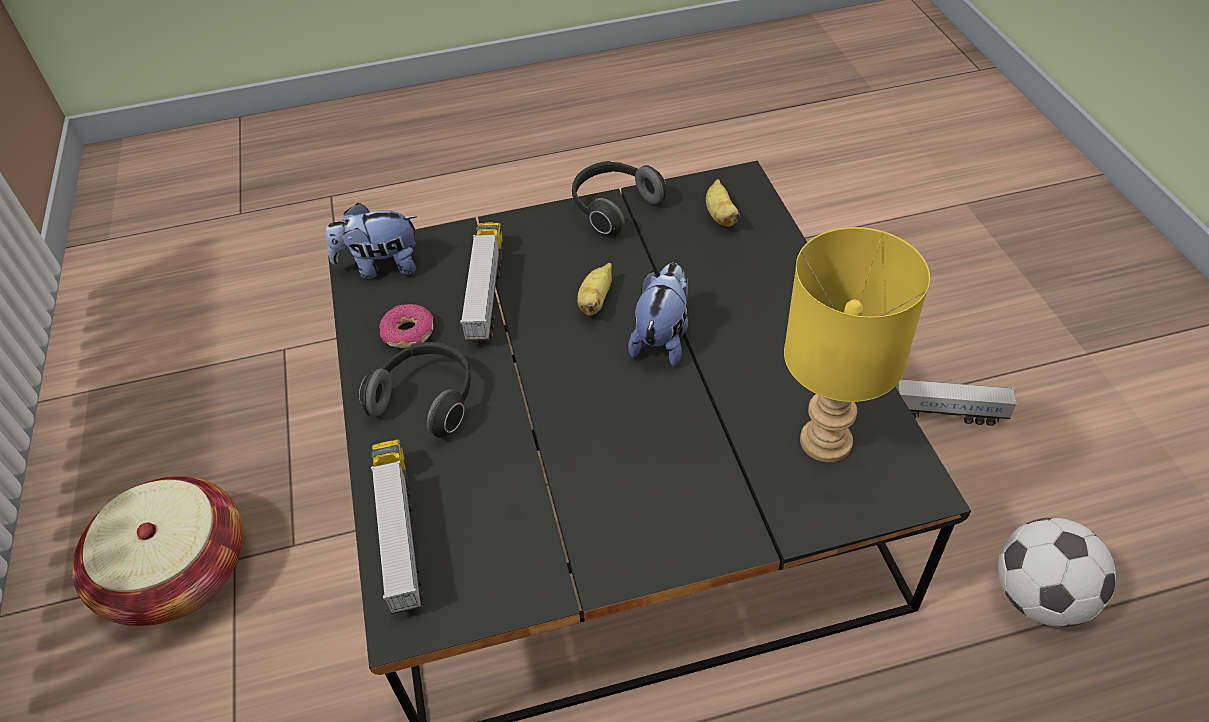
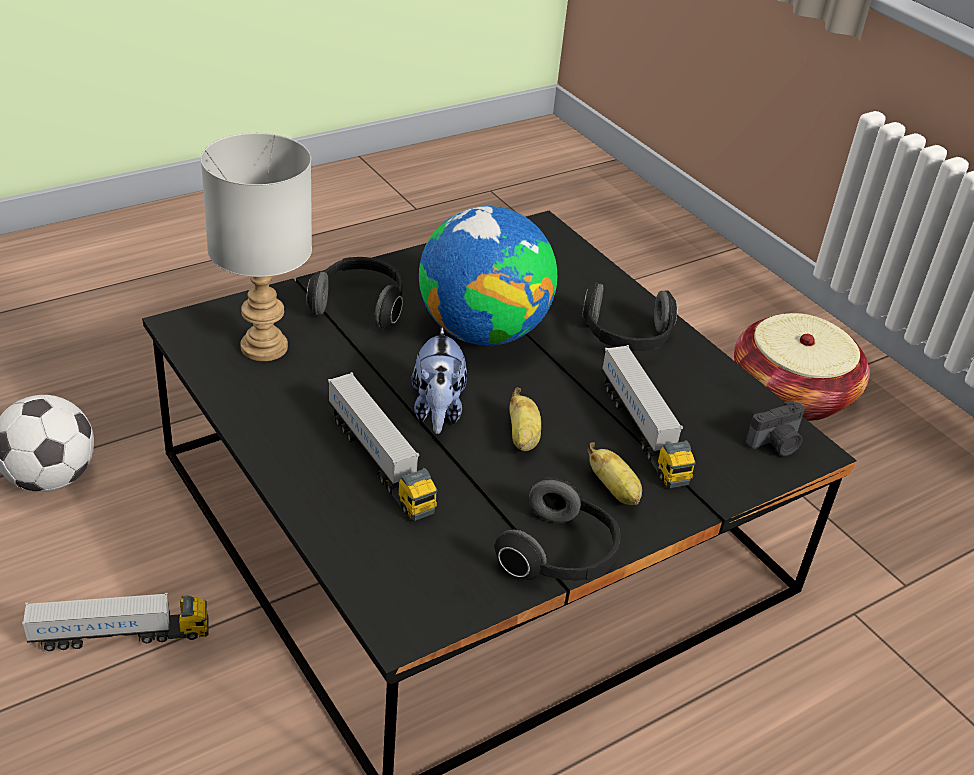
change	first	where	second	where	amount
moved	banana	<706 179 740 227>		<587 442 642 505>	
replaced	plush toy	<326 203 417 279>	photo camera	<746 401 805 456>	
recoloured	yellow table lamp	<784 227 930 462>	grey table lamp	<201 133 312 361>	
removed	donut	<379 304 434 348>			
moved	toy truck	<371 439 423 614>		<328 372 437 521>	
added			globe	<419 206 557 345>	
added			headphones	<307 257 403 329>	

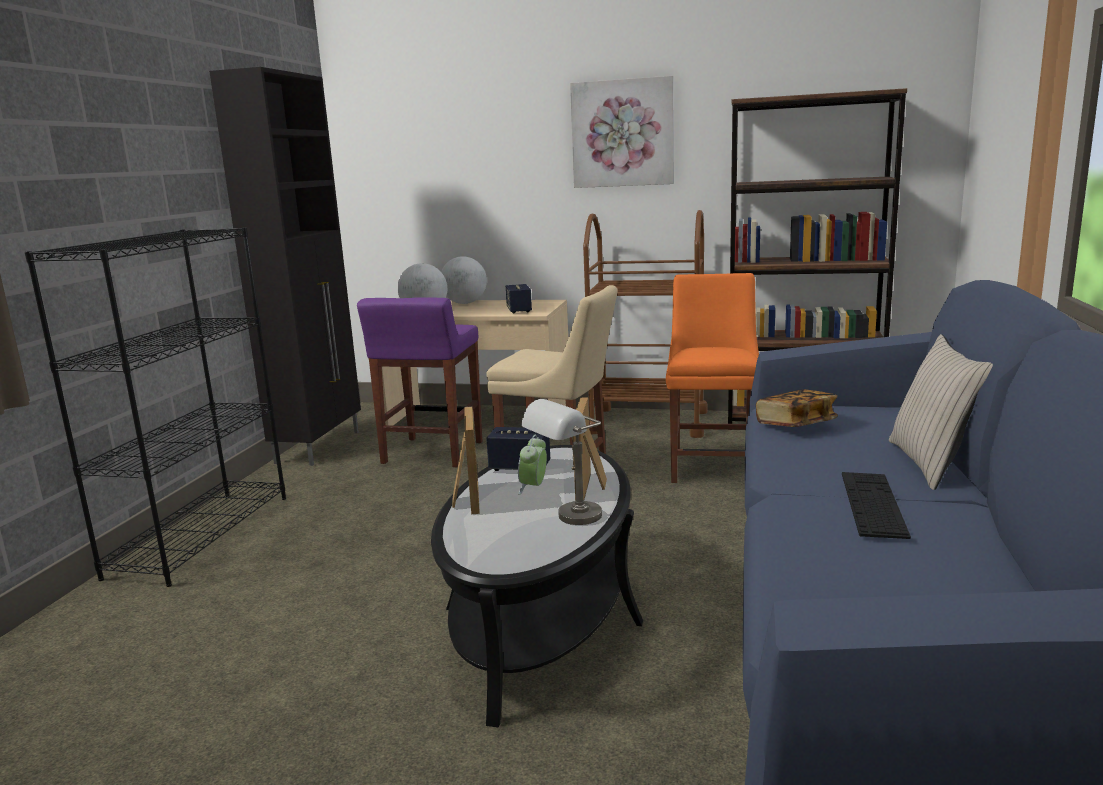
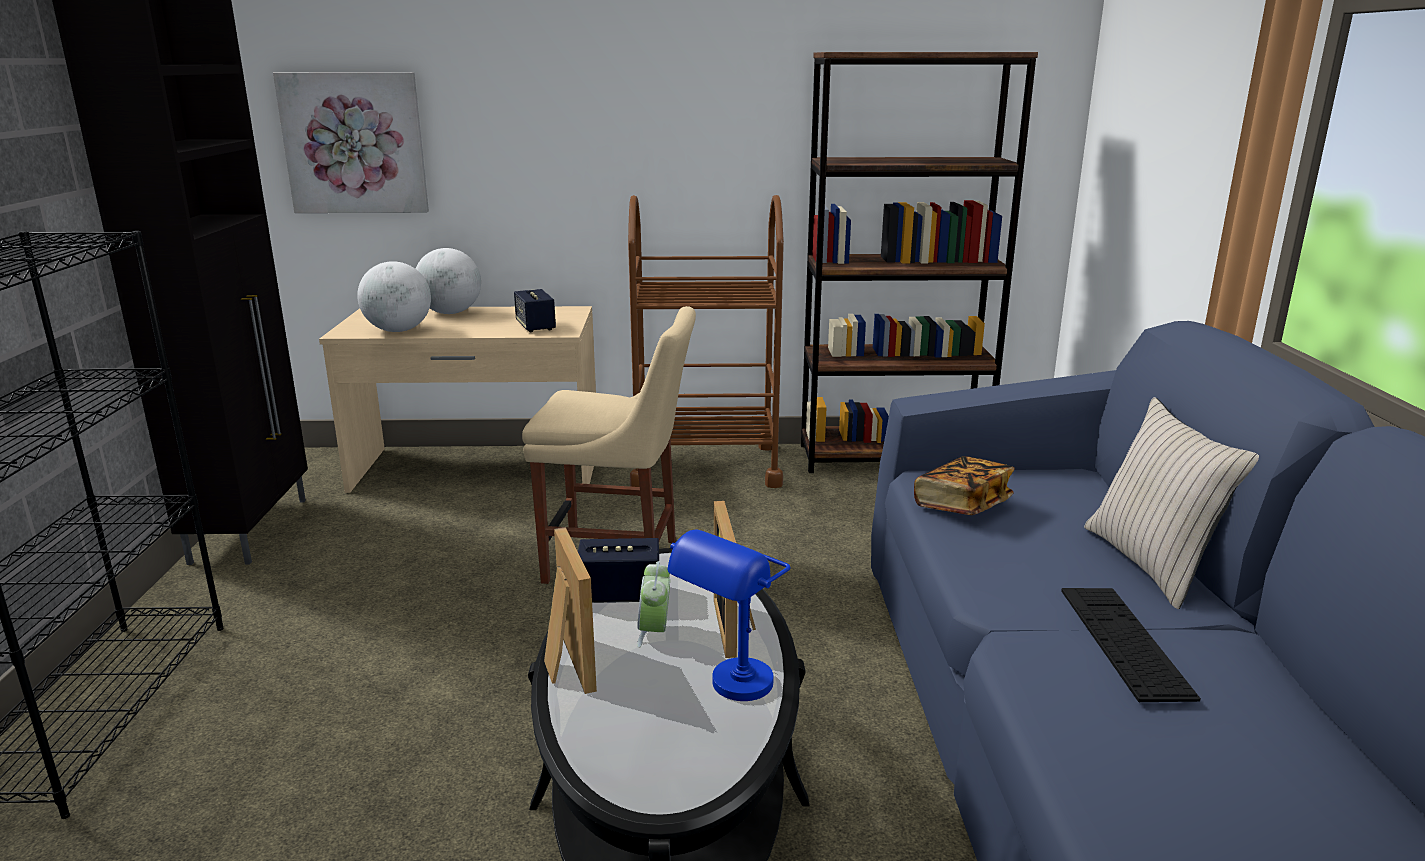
change	first	where	second	where	amount
moved	picture	<570 76 674 188>		<273 72 429 213>	
removed	orange chair	<666 273 759 483>			
removed	purple stool	<357 298 482 467>			
recoloured	grey table lamp	<521 399 602 525>	blue table lamp	<667 530 791 701>	

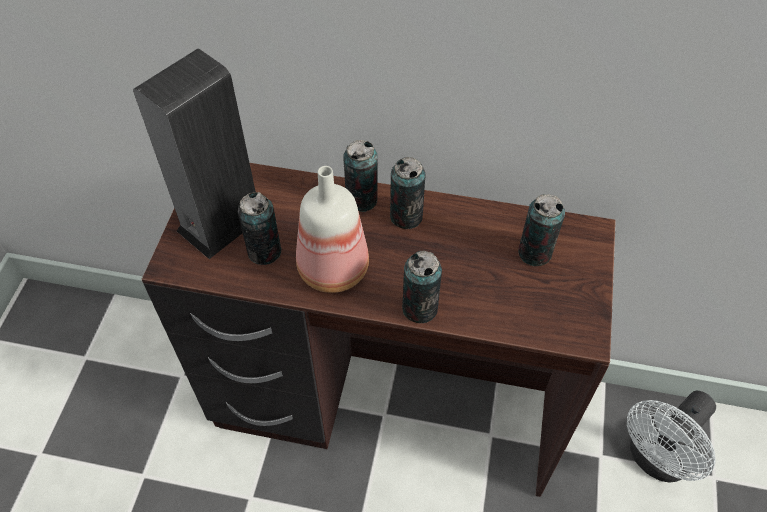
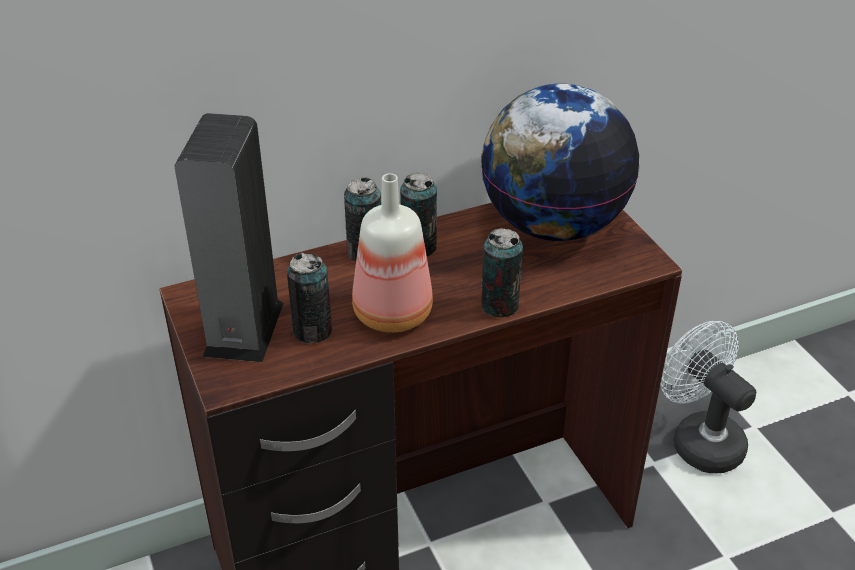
change	first	where	second	where	amount
replaced	can	<518 194 565 266>	globe	<481 84 640 241>	
turned	white fan	<627 391 716 483>		<660 321 756 473>	135 degrees clockwise

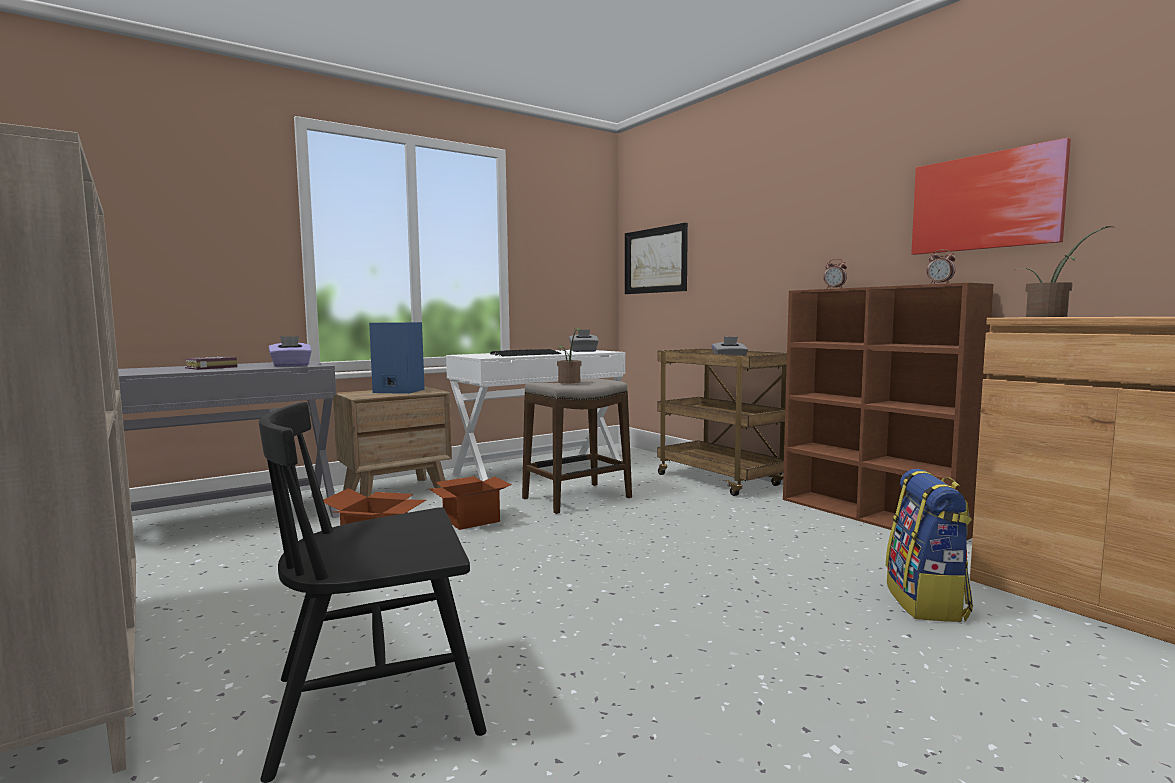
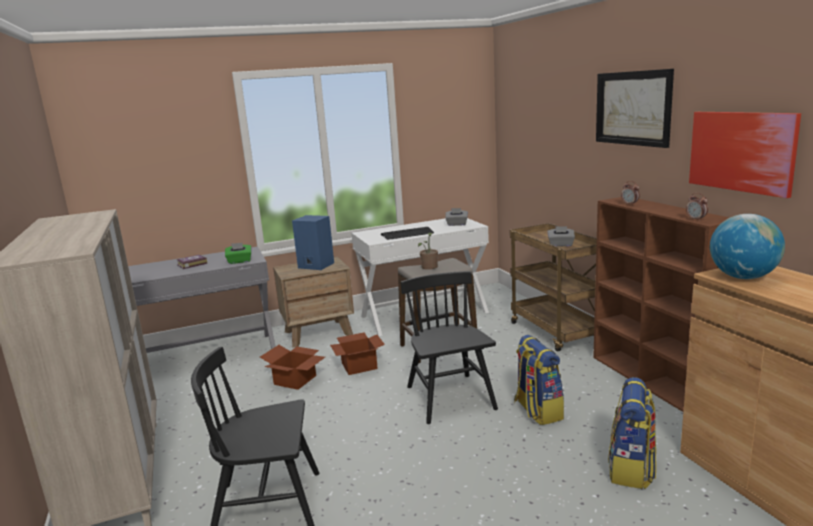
change	first	where	second	where	amount
moved	picture	<625 223 688 294>		<596 69 674 148>	
replaced	potted plant	<1014 226 1119 317>	globe	<710 214 785 279>	
recoloured	purple tissue box	<269 336 312 367>	green tissue box	<225 243 252 264>	
added			black chair	<401 271 498 424>	
added			backpack	<514 335 564 425>	

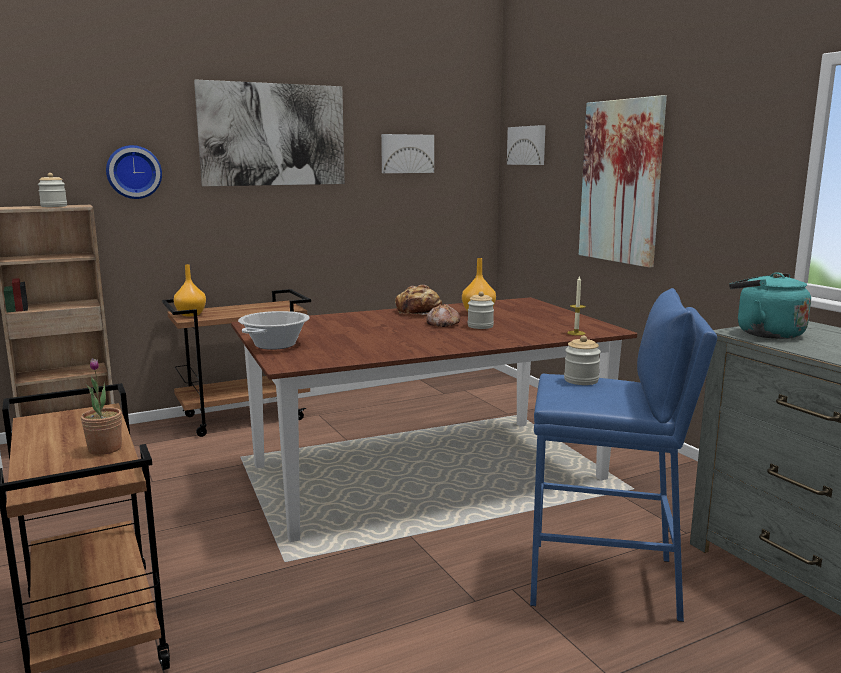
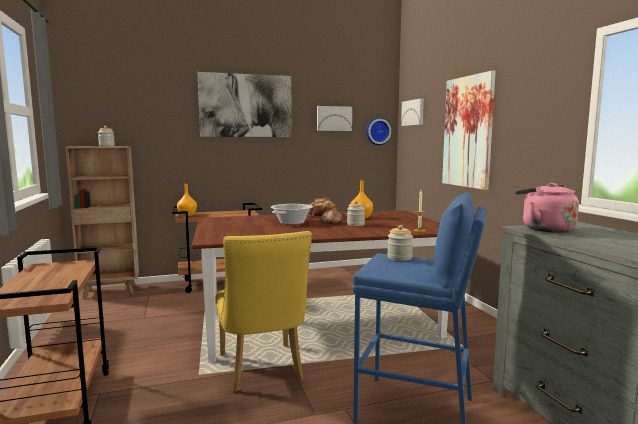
change	first	where	second	where	amount
moved	wall clock	<106 145 162 199>		<366 117 391 145>	
recoloured	turquoise kettle	<729 272 811 339>	pink kettle	<515 183 579 233>	
moved	cooking pot	<238 311 310 350>		<271 204 313 225>	
removed	potted plant	<81 358 122 455>			
added			yellow chair	<215 231 312 392>	

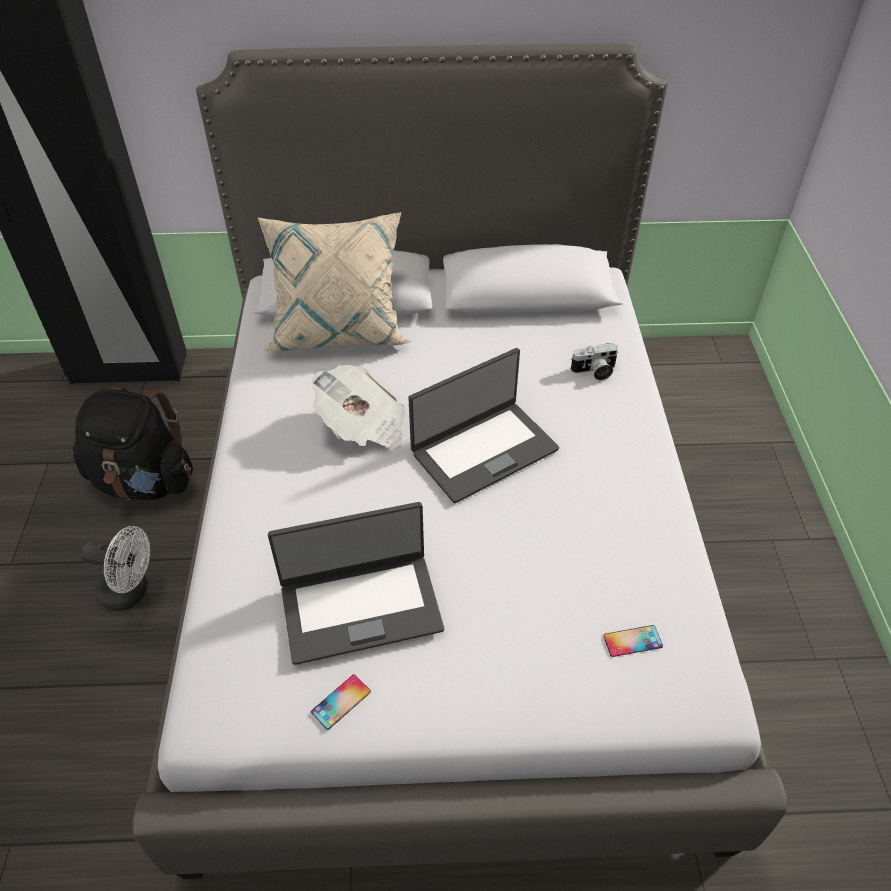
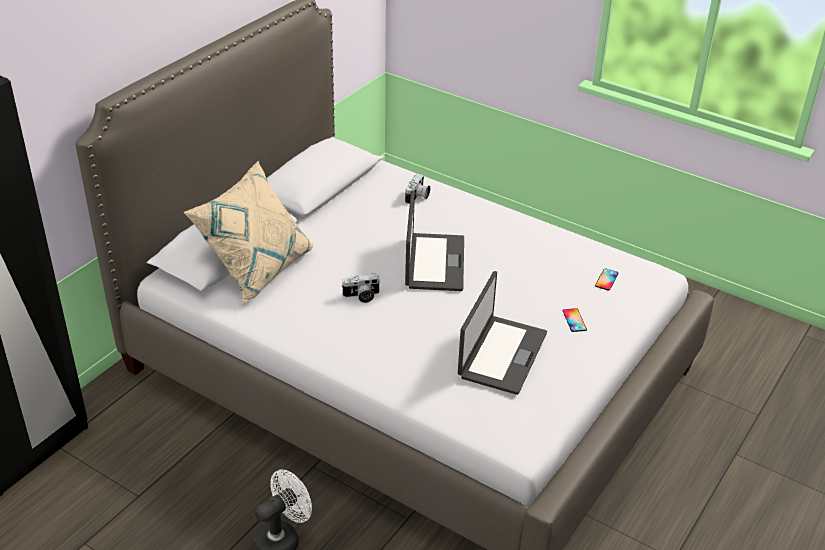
change	first	where	second	where	amount
replaced	newspaper	<312 365 405 449>	photo camera	<341 273 381 303>	
removed	black backpack	<72 387 193 500>			
moved	phone	<311 674 371 730>		<562 308 587 332>	

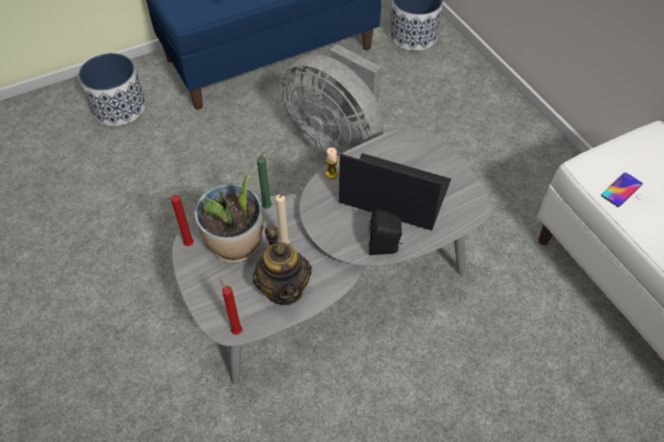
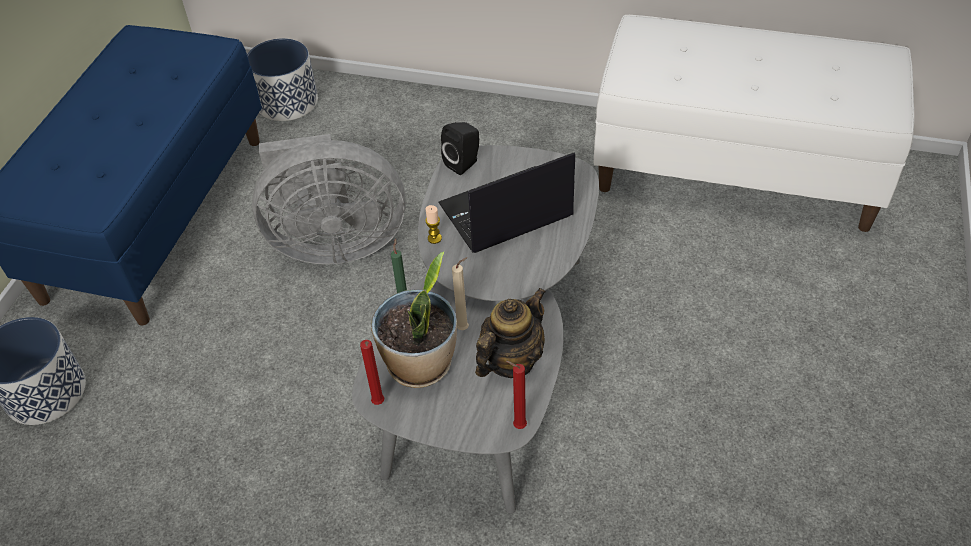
change	first	where	second	where	amount
removed	phone	<601 172 643 207>			
moved	black speaker	<368 209 402 255>		<441 122 479 175>	
turned	teapot	<253 225 312 305>		<475 288 546 378>	75 degrees counterclockwise

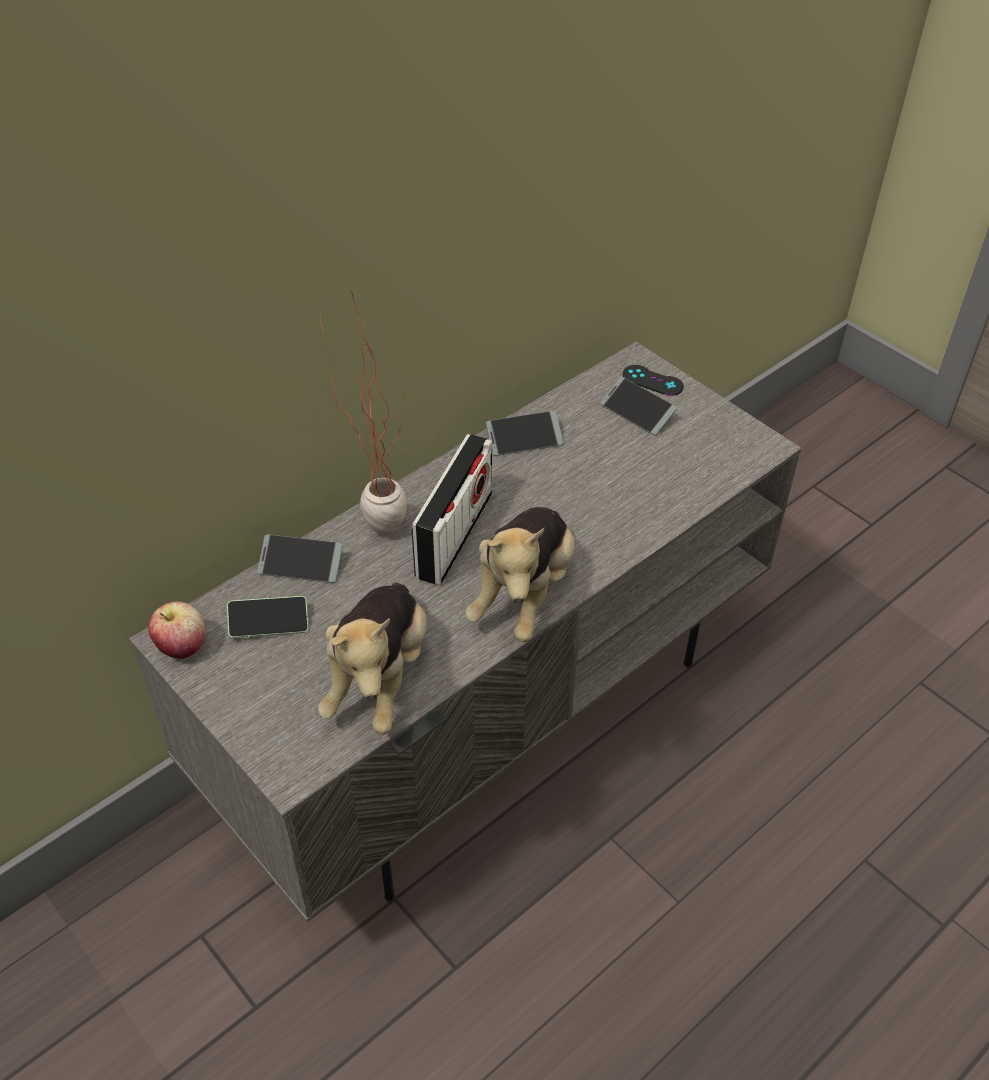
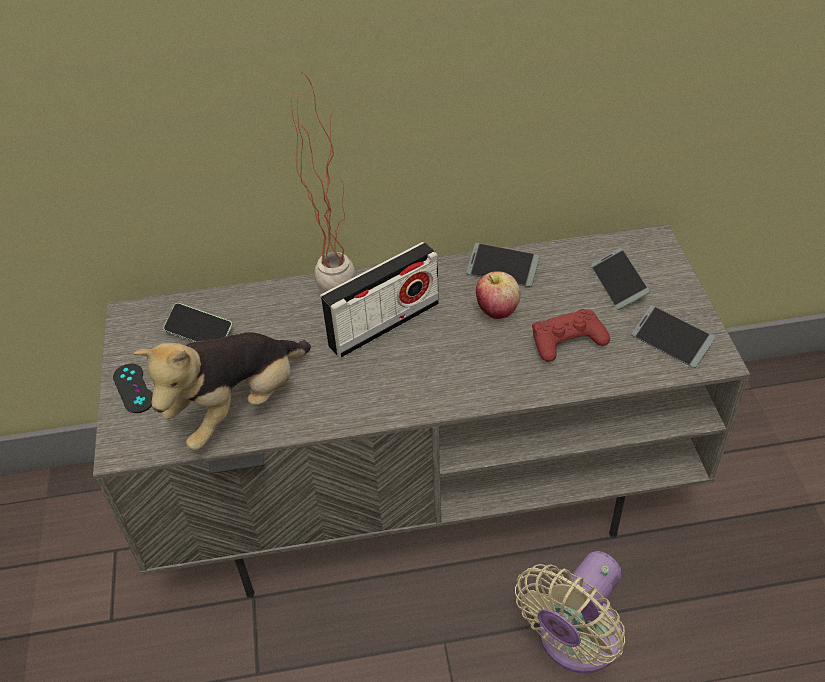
change	first	where	second	where	amount
moved	black game controller	<623 365 684 396>		<113 364 153 413>	
removed	plush toy	<465 507 575 642>			
moved	phone	<257 534 343 583>		<632 306 715 368>	
moved	apple	<148 602 205 659>		<476 271 520 319>	
added			red game controller	<532 309 610 362>	
added			beige fan	<515 551 625 673>	

